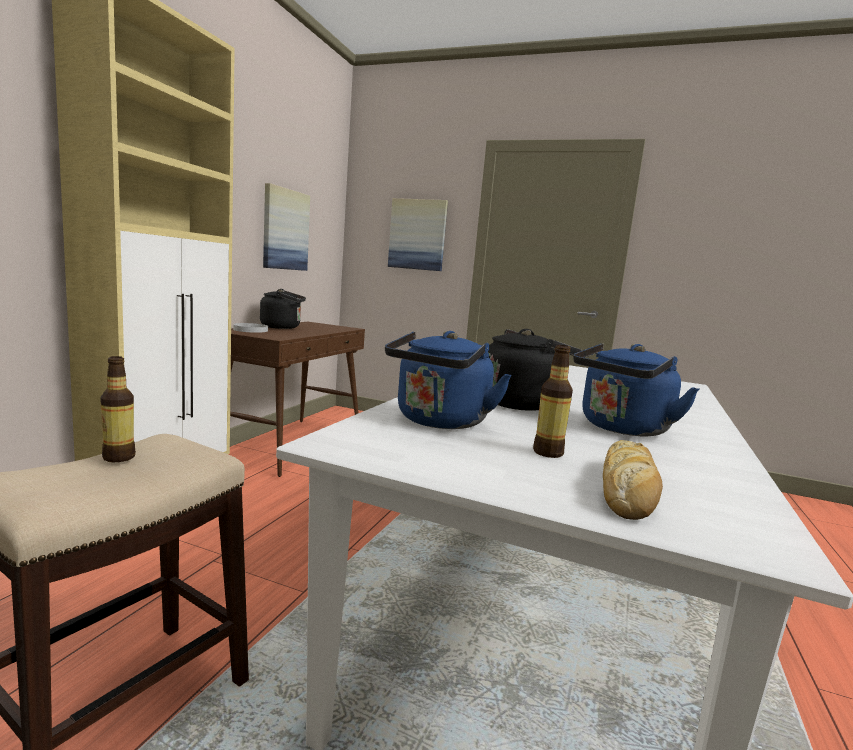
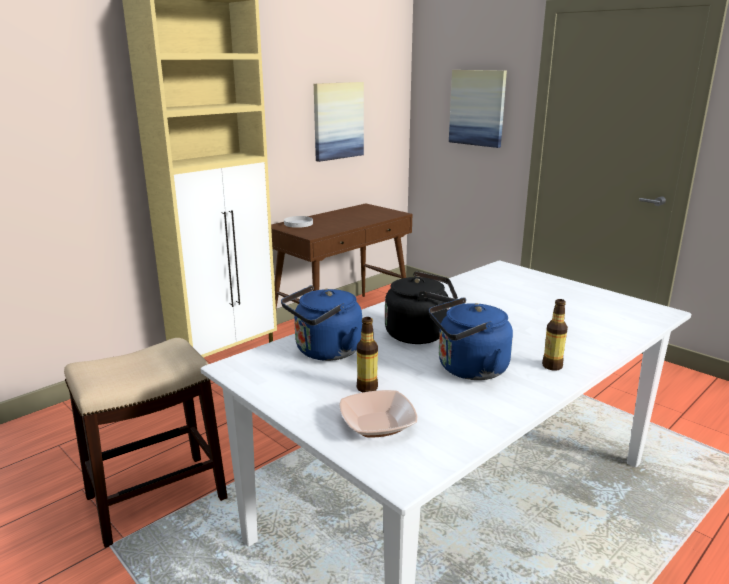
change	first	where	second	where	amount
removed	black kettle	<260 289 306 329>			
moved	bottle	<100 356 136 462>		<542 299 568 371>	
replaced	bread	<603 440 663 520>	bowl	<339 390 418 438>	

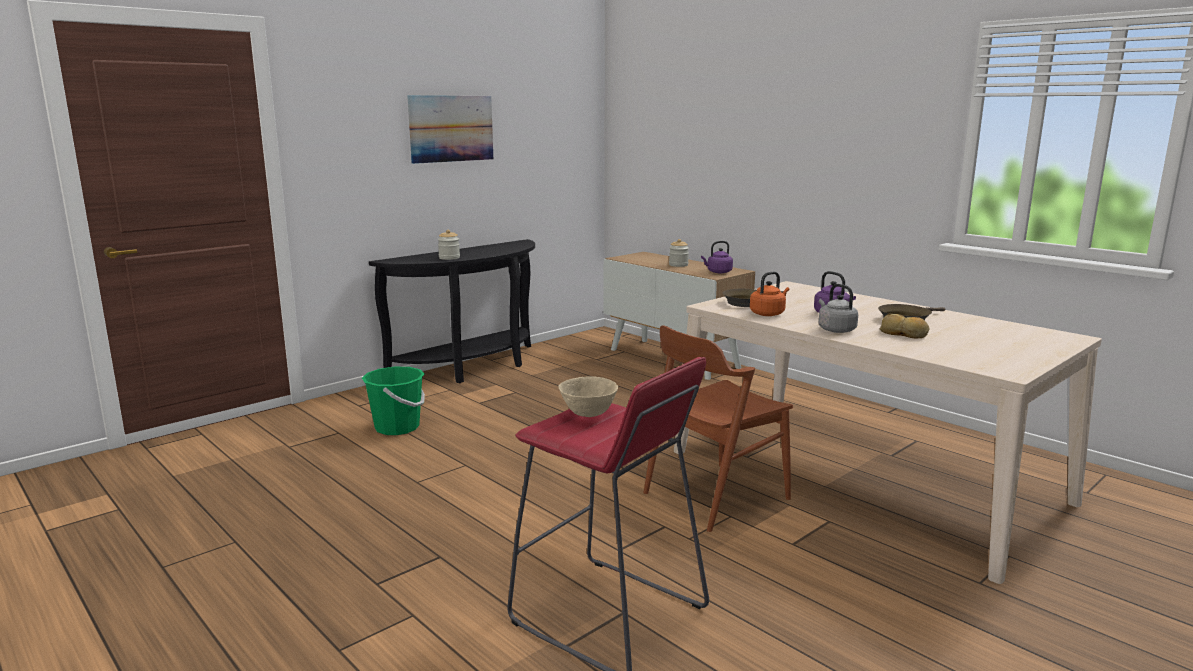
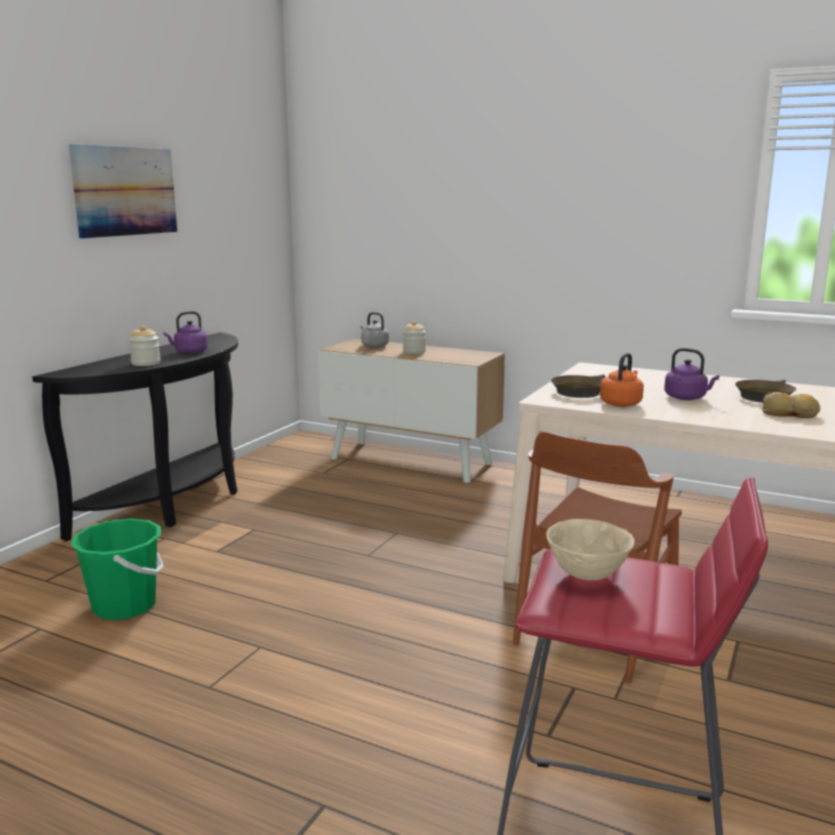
change	first	where	second	where	amount
moved	purple kettle	<701 241 733 273>		<163 311 208 354>	
moved	grey kettle	<819 284 858 333>		<360 312 389 348>	

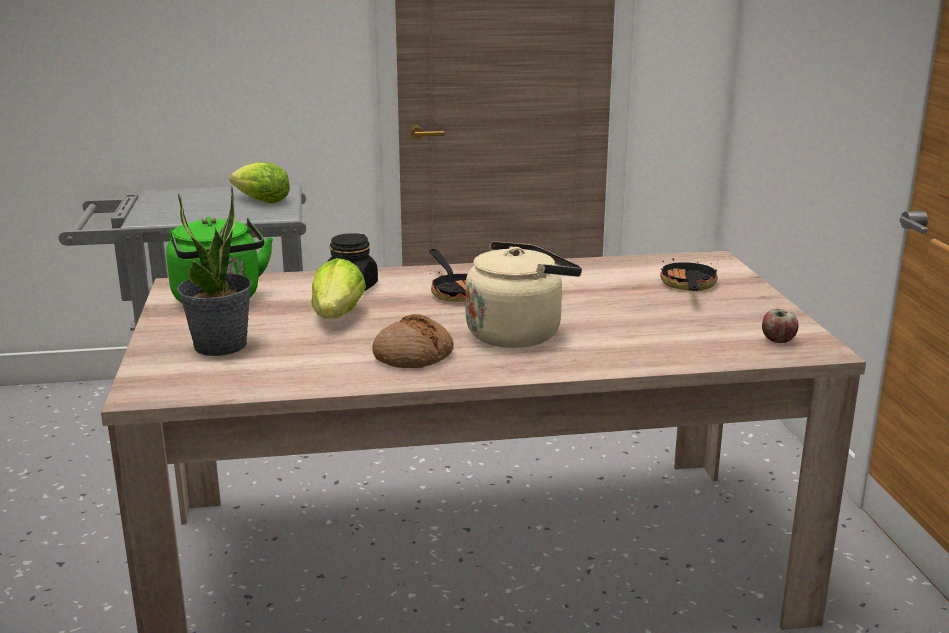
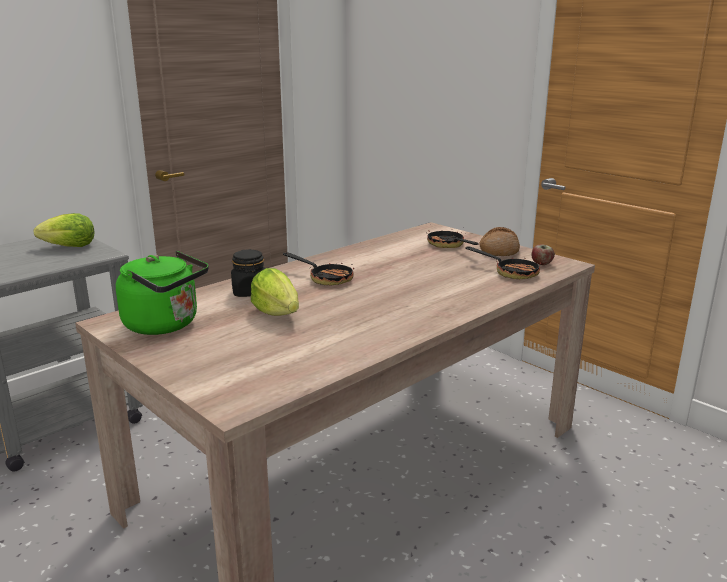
change	first	where	second	where	amount
removed	potted plant	<177 186 252 356>			
removed	beige kettle	<466 241 582 348>			
moved	bread	<372 314 454 368>		<479 227 520 256>	
added			frying pan	<465 246 541 279>	

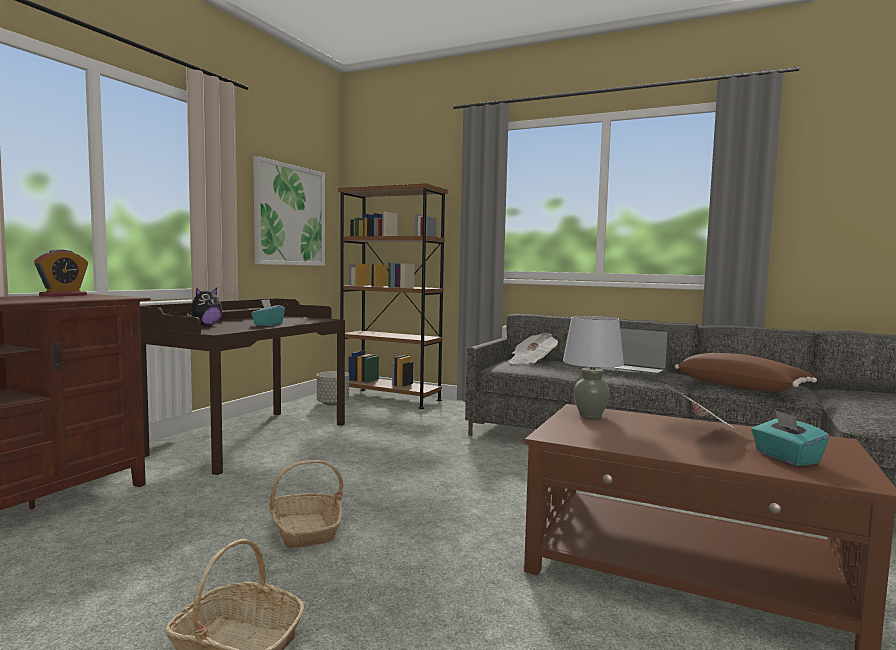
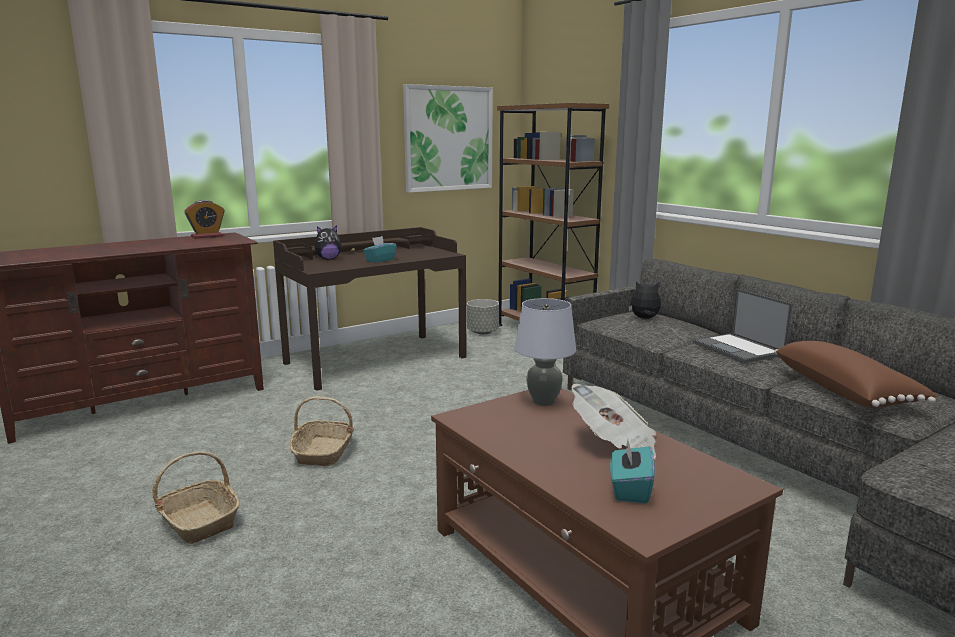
change	first	where	second	where	amount
replaced	newspaper	<509 333 558 364>	plush toy	<628 281 661 319>	

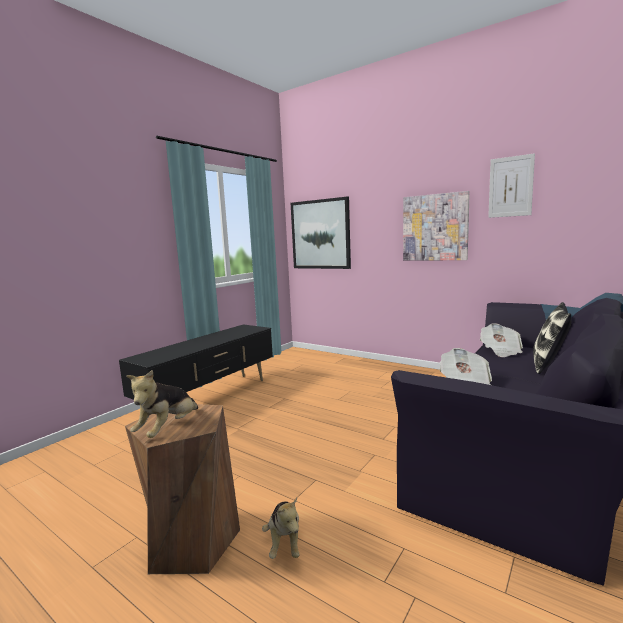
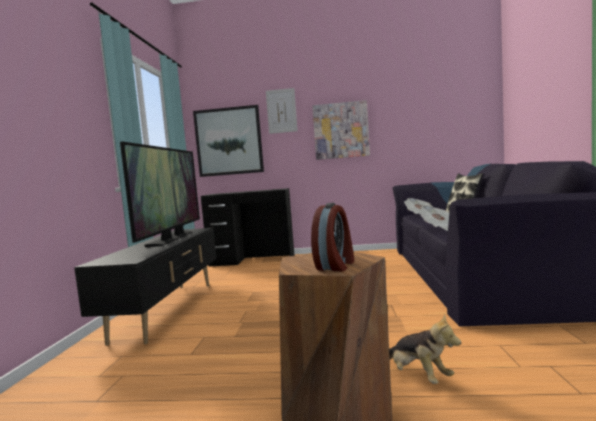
change	first	where	second	where	amount
moved	picture	<488 153 535 218>		<266 88 298 134>	
replaced	plush toy	<126 370 198 438>	alarm clock	<311 203 354 271>	
added			television	<120 142 200 247>	
added			black desk	<201 188 294 267>	

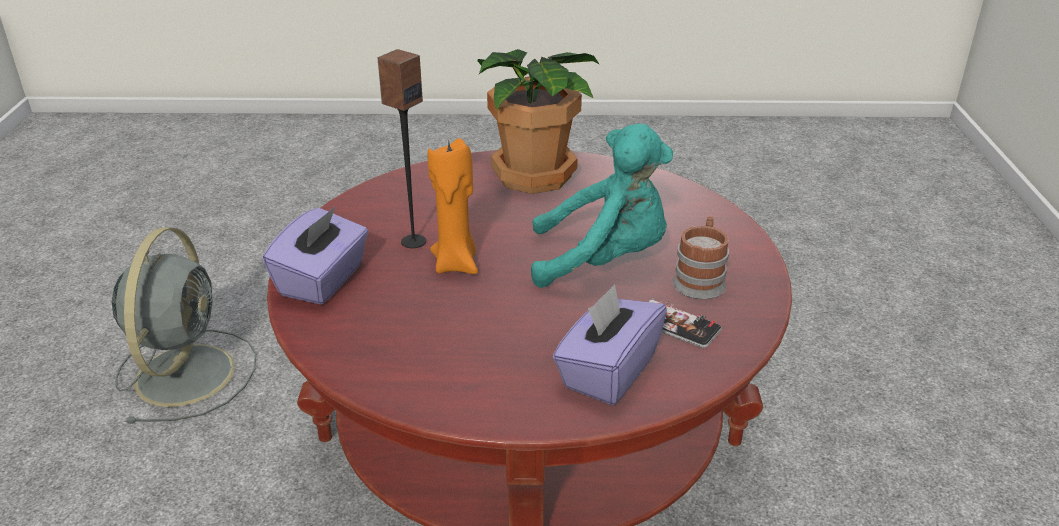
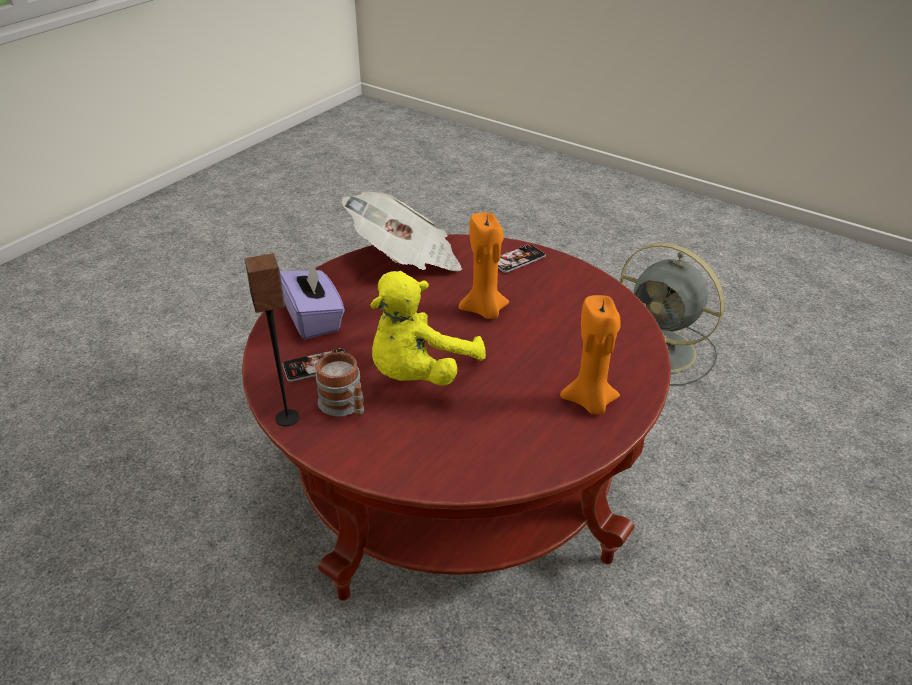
change	first	where	second	where	amount
moved	speaker	<377 49 426 248>		<245 253 300 426>	
replaced	potted plant	<477 49 600 194>	orange candle	<560 295 621 415>	
recoloured	turquoise plush toy	<531 124 673 288>	yellow plush toy	<370 271 486 386>	
replaced	purple tissue box	<263 207 368 305>	phone	<498 244 546 273>	
added			newspaper	<342 192 462 271>	

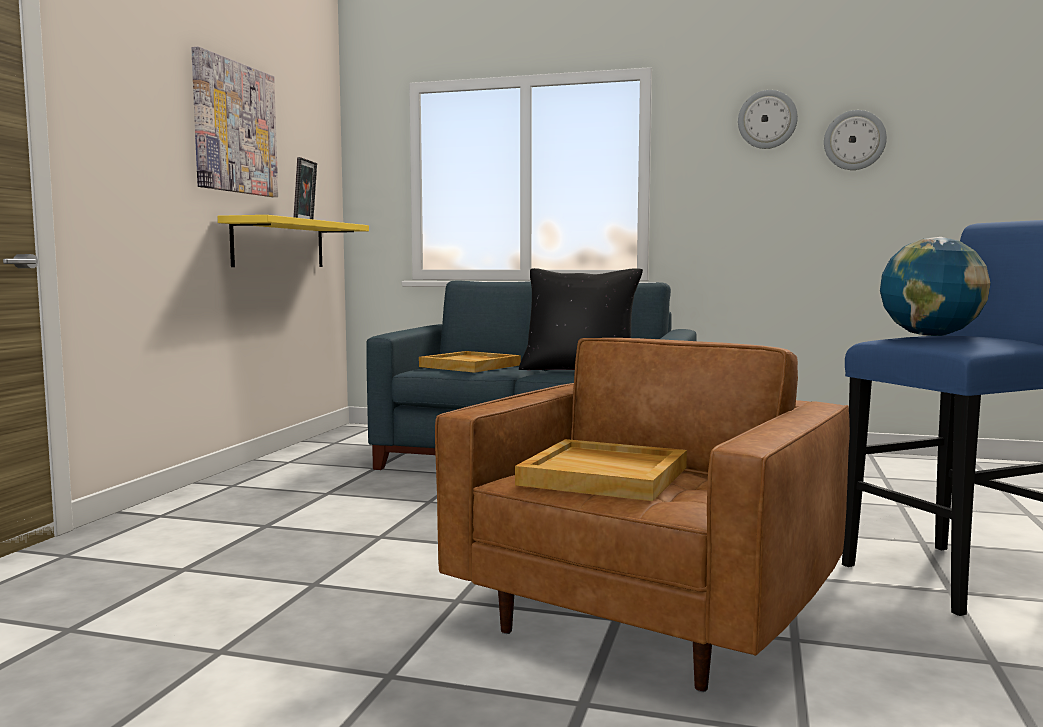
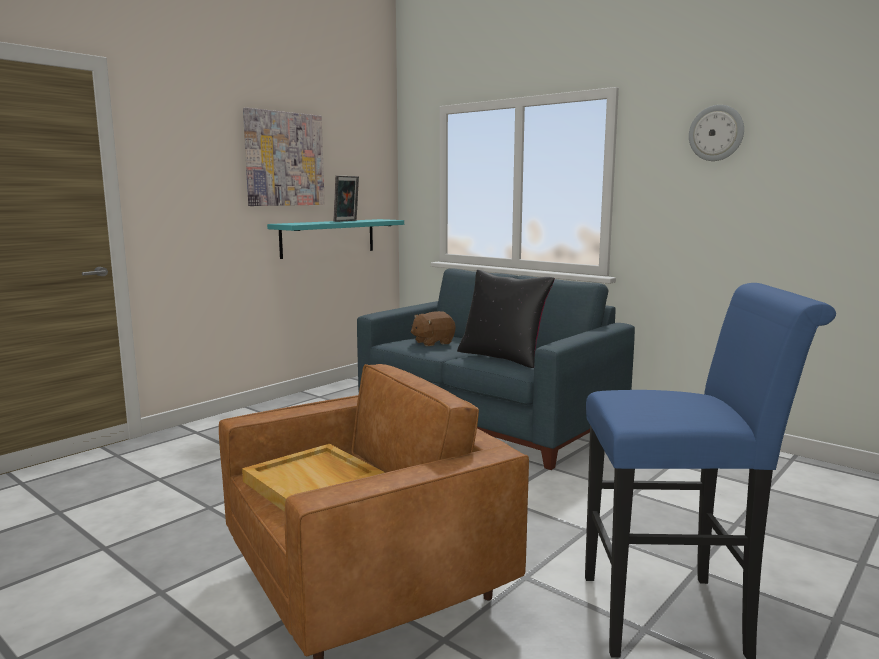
change	first	where	second	where	amount
removed	wall clock	<824 110 887 170>			
recoloured	yellow shelf	<218 215 369 267>	turquoise shelf	<267 219 404 259>	
removed	globe	<880 237 991 336>			
replaced	beige tray	<419 351 521 373>	brown plush toy	<411 311 455 346>	

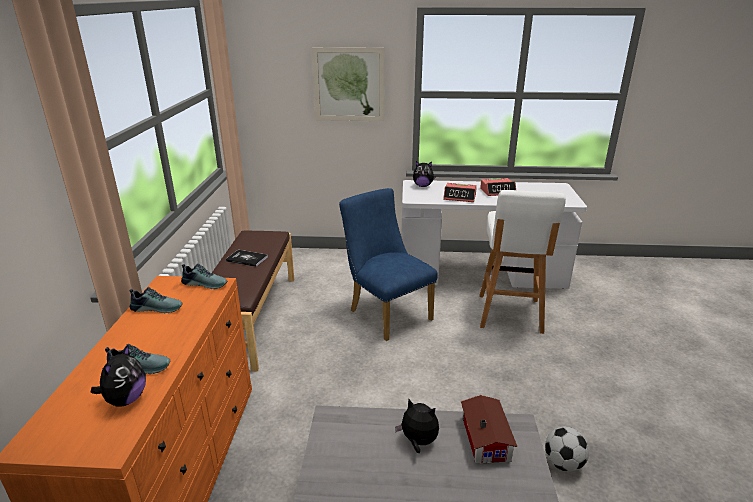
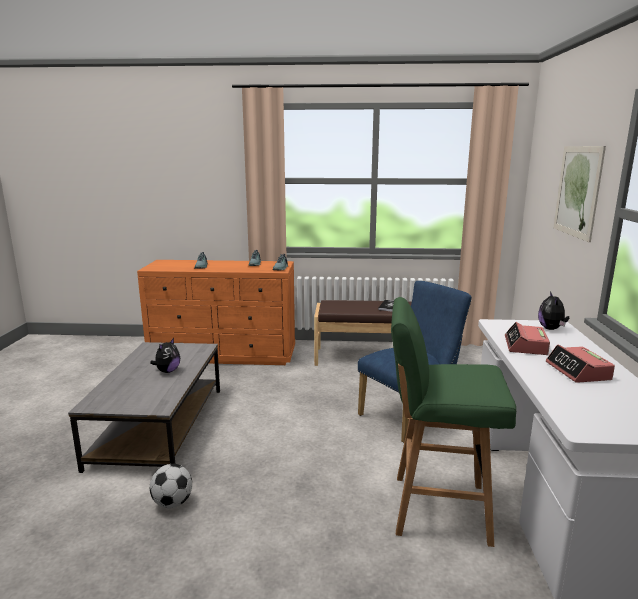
change	first	where	second	where	amount
recoloured	white stool	<479 190 566 334>	green stool	<391 297 516 547>	
removed	plush toy	<91 345 146 407>			
removed	toy house	<461 395 517 464>			

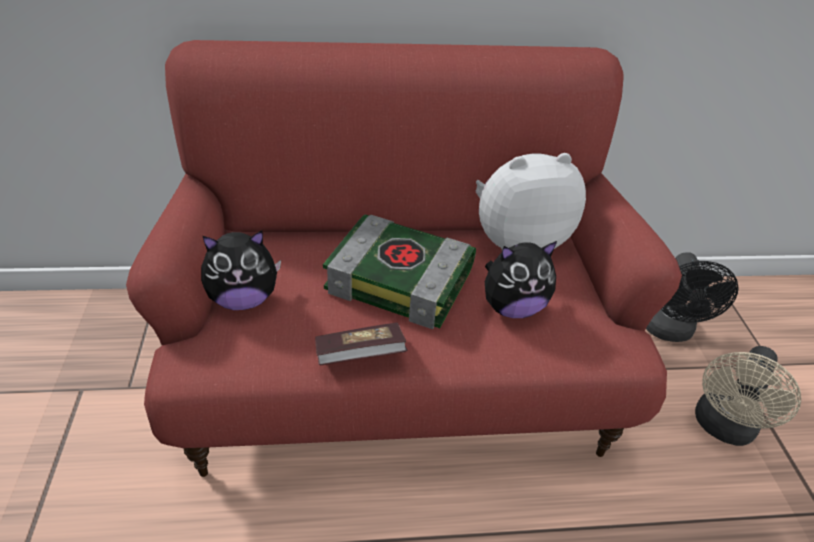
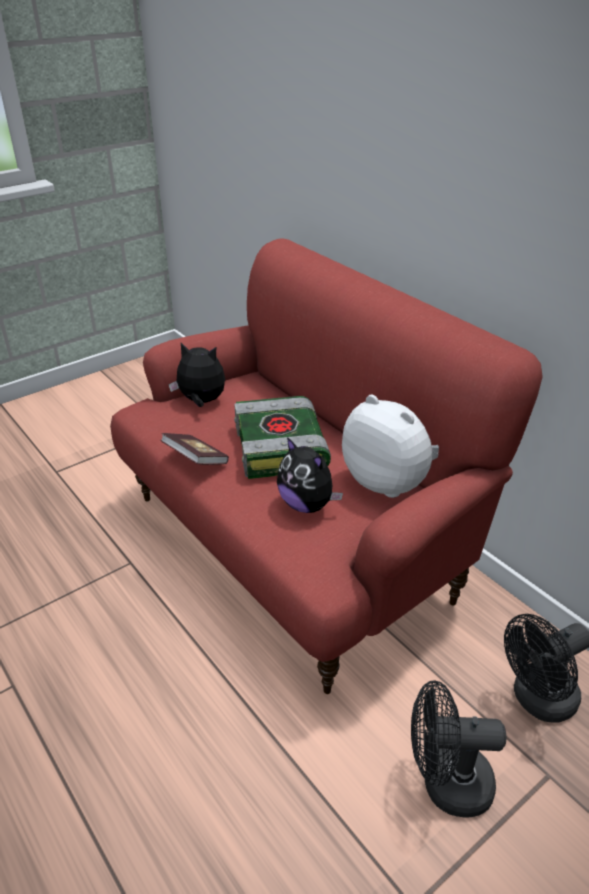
change	first	where	second	where	amount
turned	plush toy	<201 230 281 310>		<168 343 225 407>	150 degrees clockwise
recoloured	beige fan	<695 346 801 446>	black fan	<411 680 506 818>	

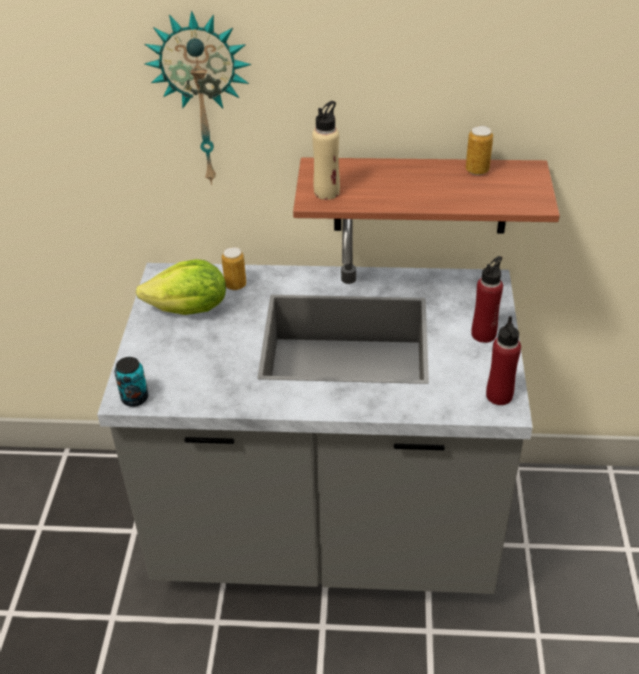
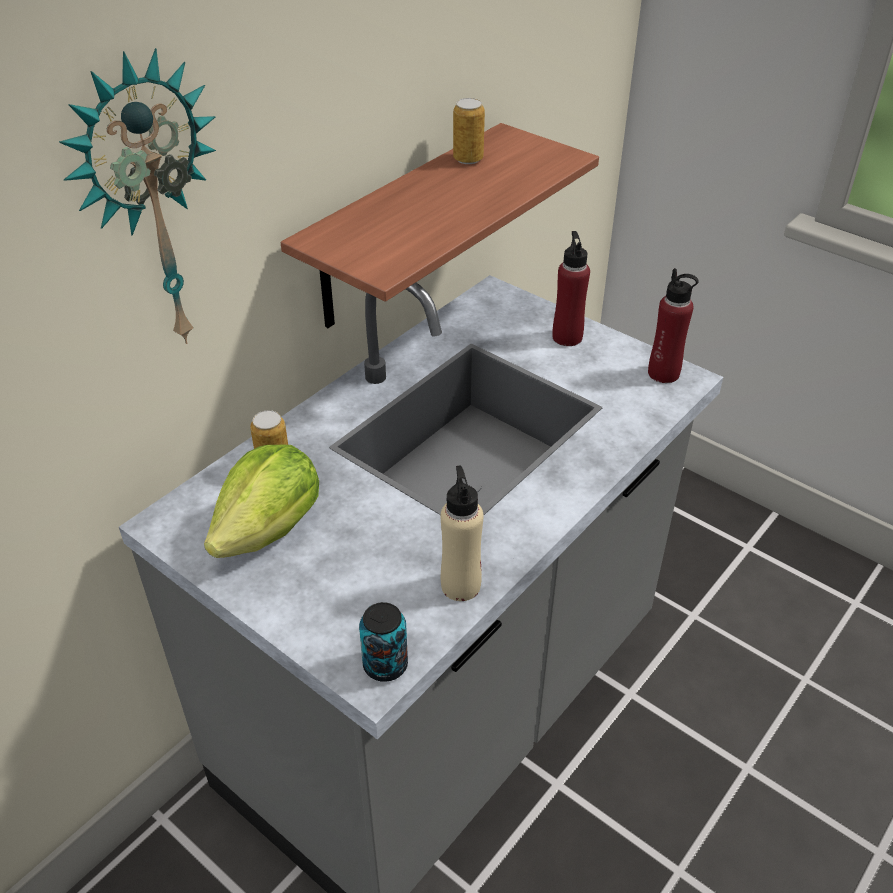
change	first	where	second	where	amount
moved	beige bottle	<312 101 340 200>		<440 465 484 601>	

